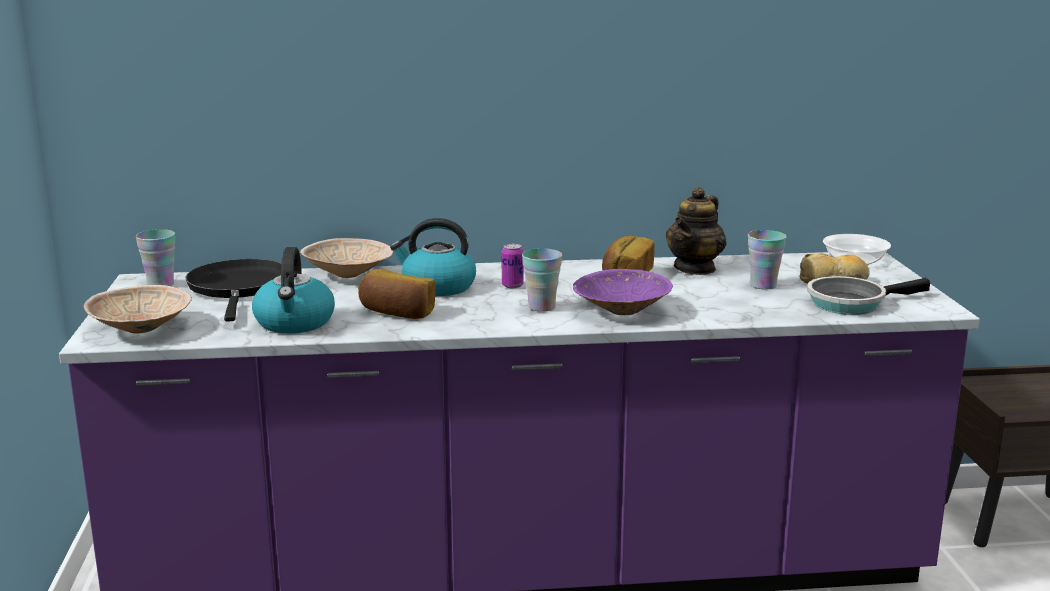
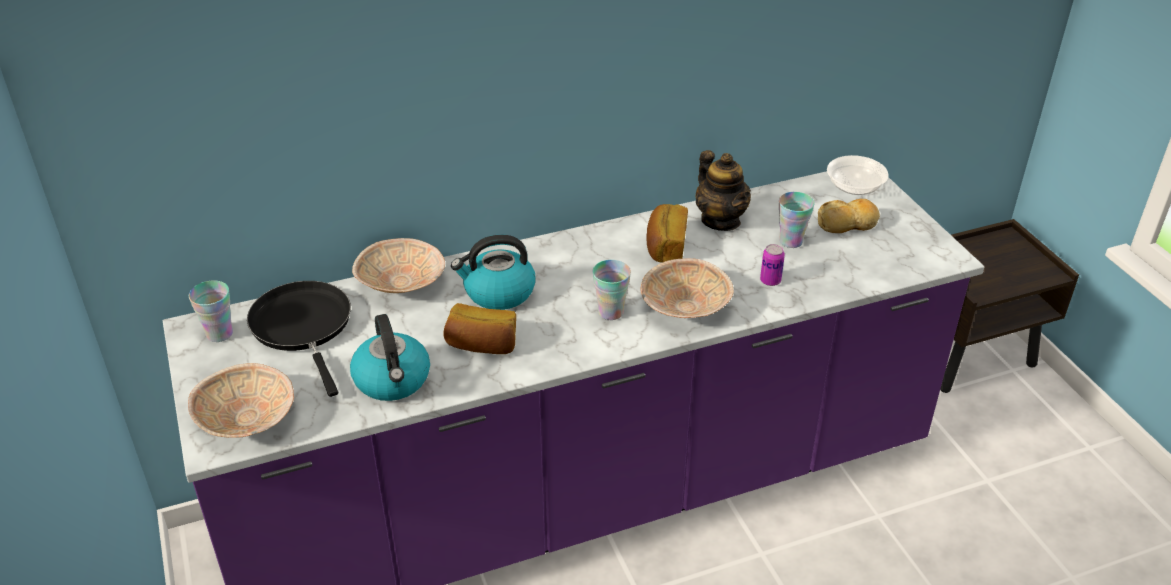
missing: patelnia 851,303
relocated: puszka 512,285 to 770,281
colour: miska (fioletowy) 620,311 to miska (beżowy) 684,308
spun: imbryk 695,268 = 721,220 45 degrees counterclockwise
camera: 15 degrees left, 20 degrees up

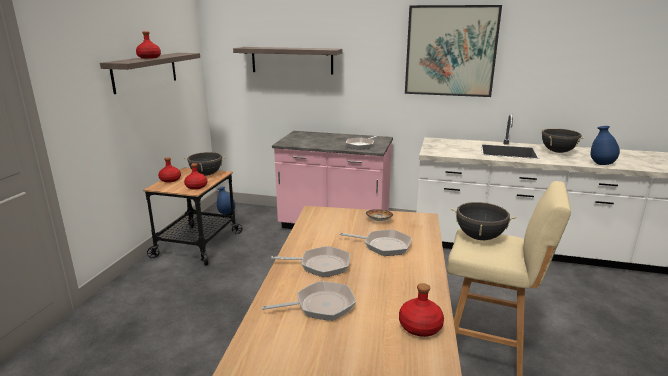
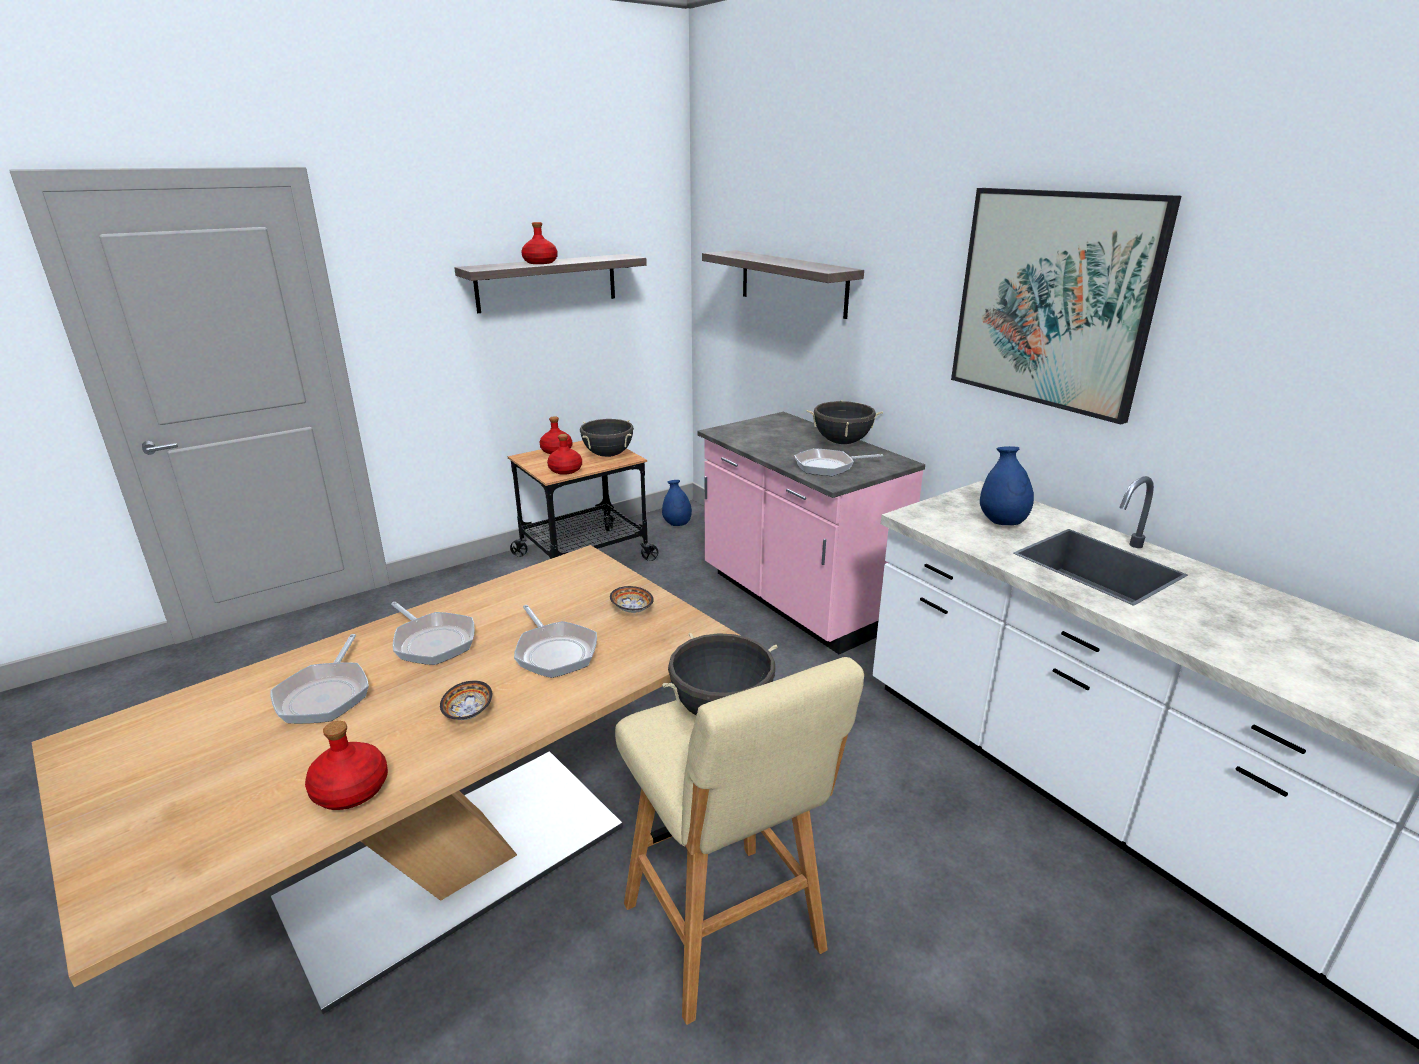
appeared: miska 470,712
relocated: garnek (czarny) 558,152 to 842,442; wazon (niebieski) 602,164 to 1002,523
spun: patelnia 320,306 = 326,694 60 degrees clockwise
camera: 40 degrees right, 5 degrees up

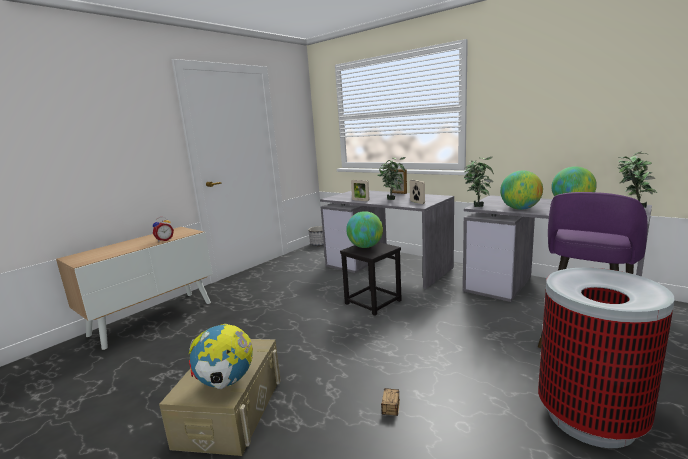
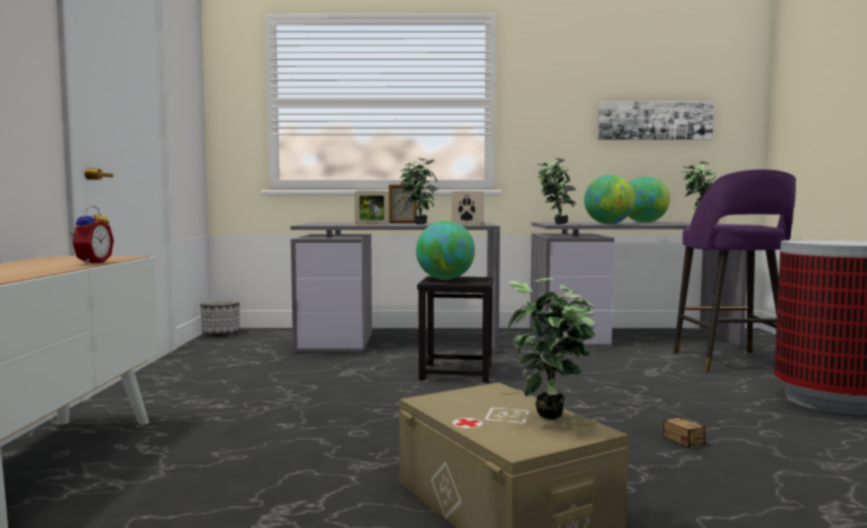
appeared: obraz 654,120
exchanged: globus 226,382 to roślina doniczkowa 552,422
camera: 40 degrees left, 10 degrees down

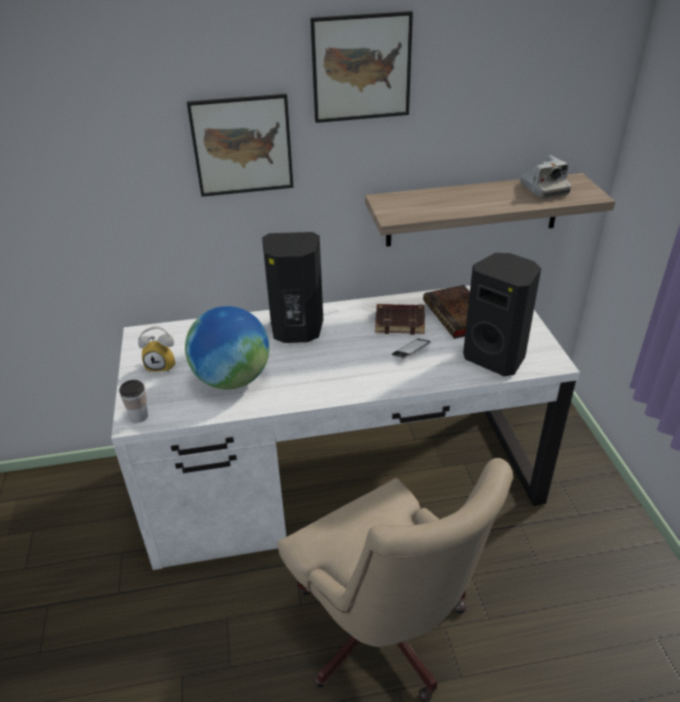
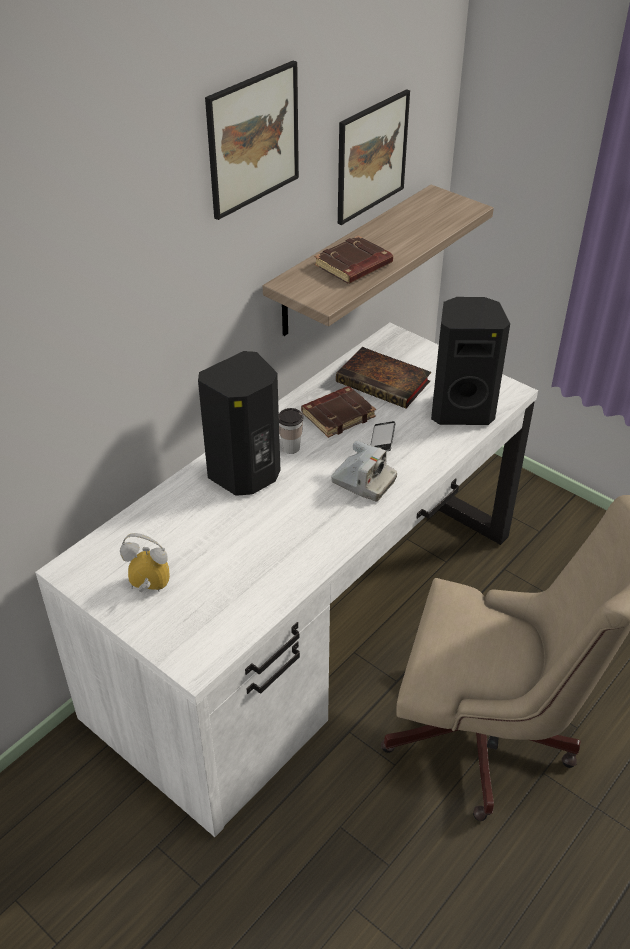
missing: globus 232,379
appeared: książka (brązowy) 354,266
relocated: filiżanka 139,416 to 291,447; obraz 242,145 to 371,156; aparat fotograficzny 543,189 to 363,482
spun: budzik 163,365 = 147,589 135 degrees counterclockwise
camera: 40 degrees left, 5 degrees up

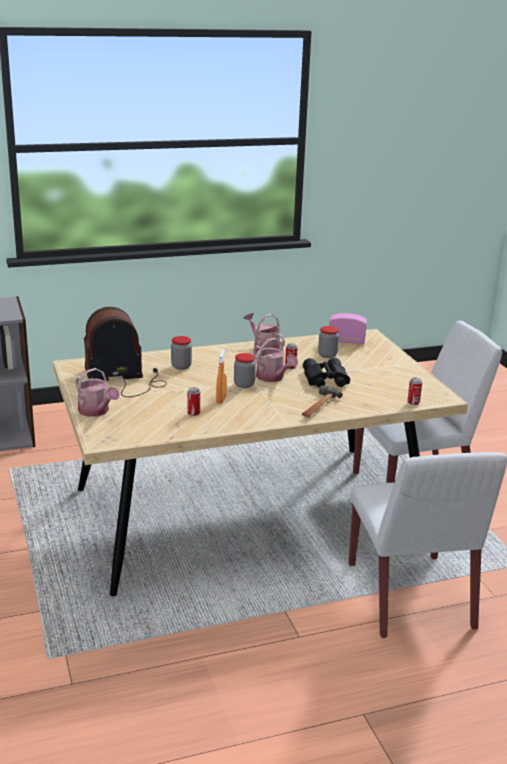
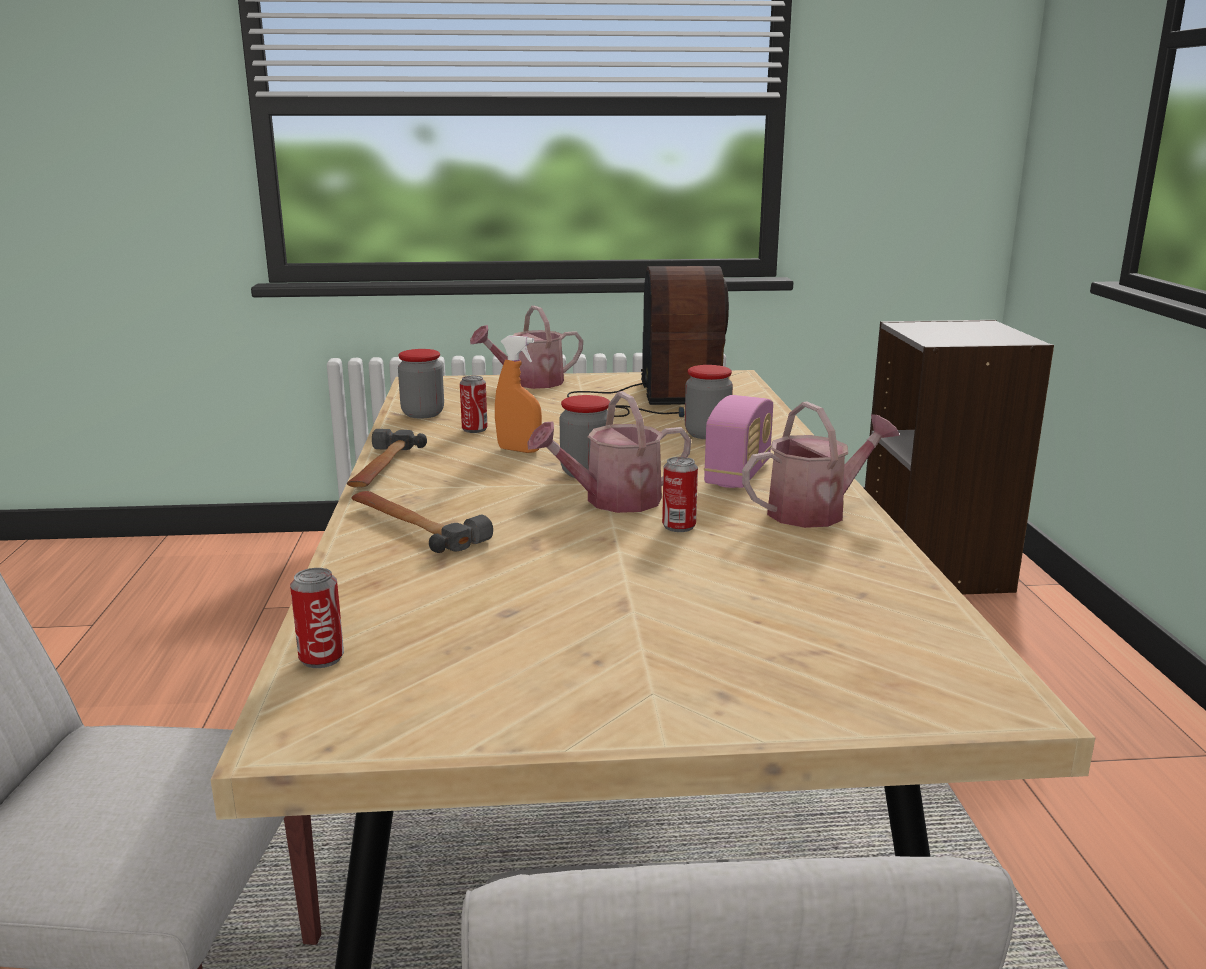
missing: lornetka (czarny) 324,380
appeared: młotek 381,469
relocated: słoik 327,355 to 423,414; radio 346,341 to 738,474
camera: 105 degrees right, 5 degrees down

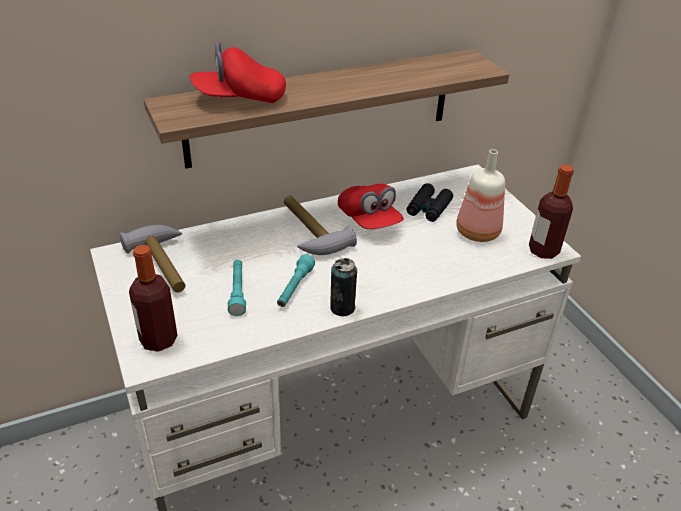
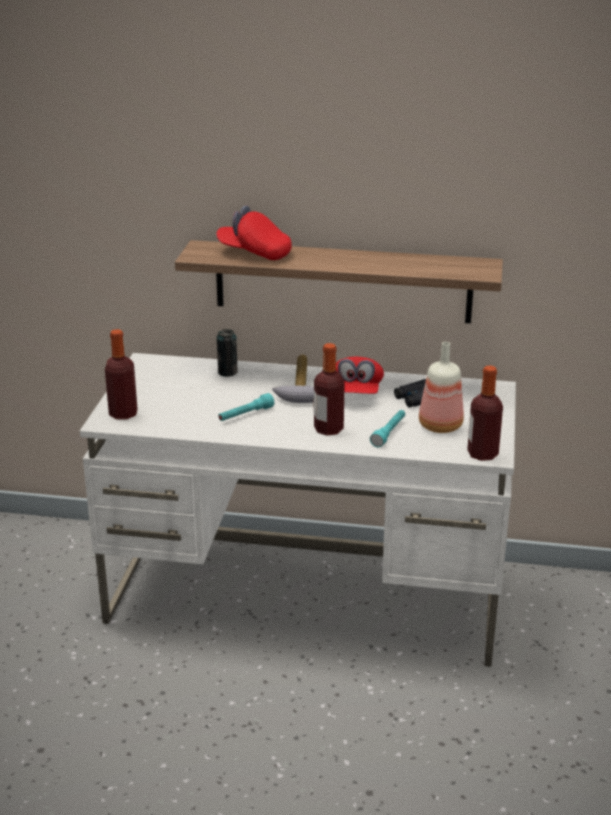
missing: młotek 164,264
appeared: butelka 328,429
relocated: latarka (turkusowy) 237,292 to 389,433; puszka 342,308 to 227,372
camera: 35 degrees right, 10 degrees down

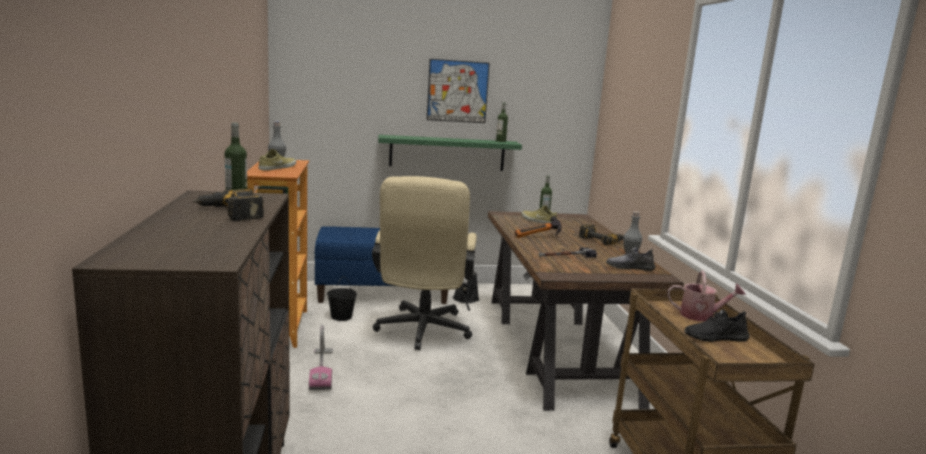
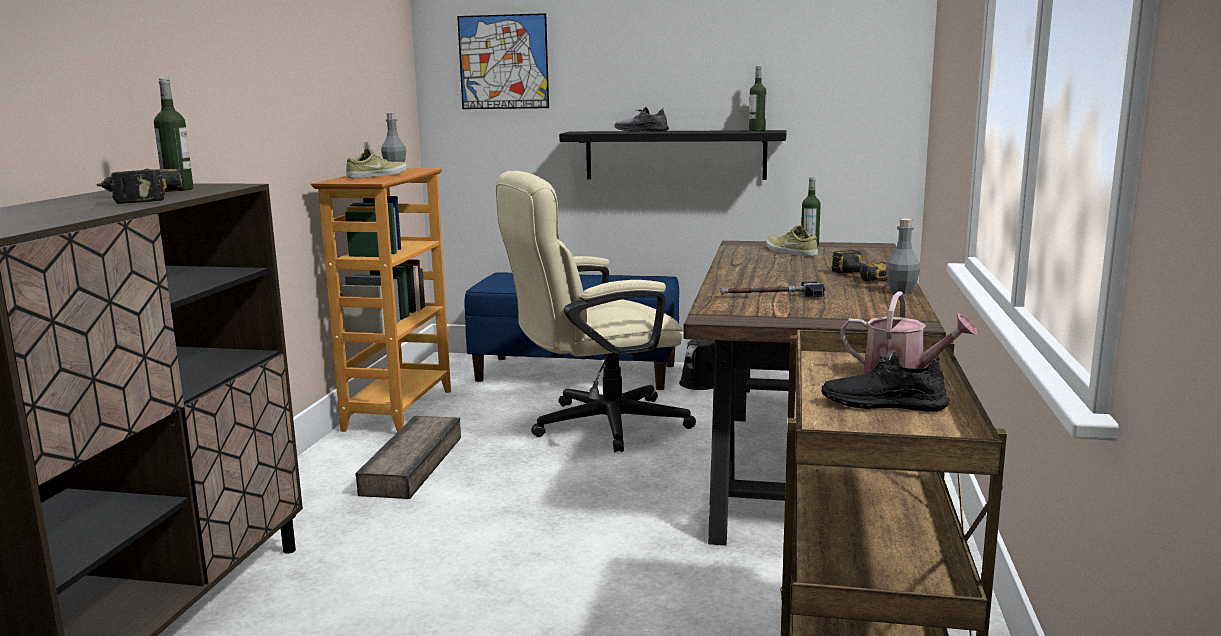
missing: wiadro (czarny) 341,317; młotek 538,238
relocated: obraz 457,91 to 503,62; but (szary) 629,267 to 641,131
exchanged: odkurzacz 322,370 to skrzynka 415,464
colour: półka (zielony) 447,153 to półka (czarny) 675,155
spun: krzesło biurowe (beżowy) 422,332 = 595,426 45 degrees clockwise
camera: 20 degrees right, 0 degrees up

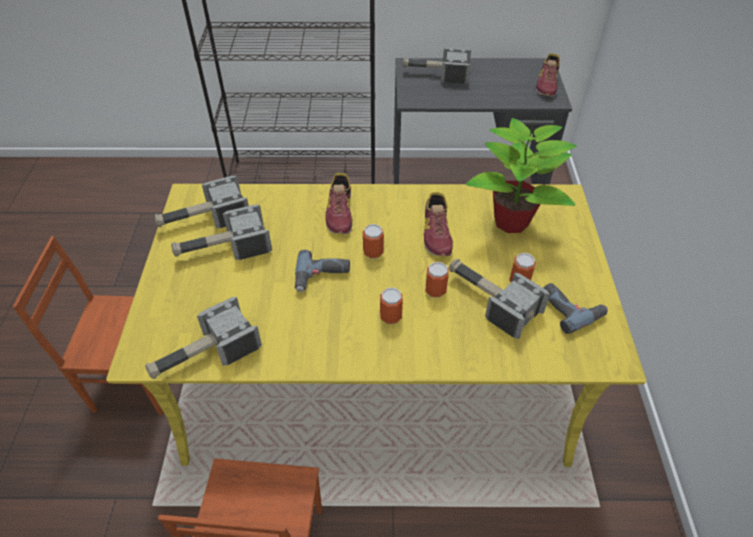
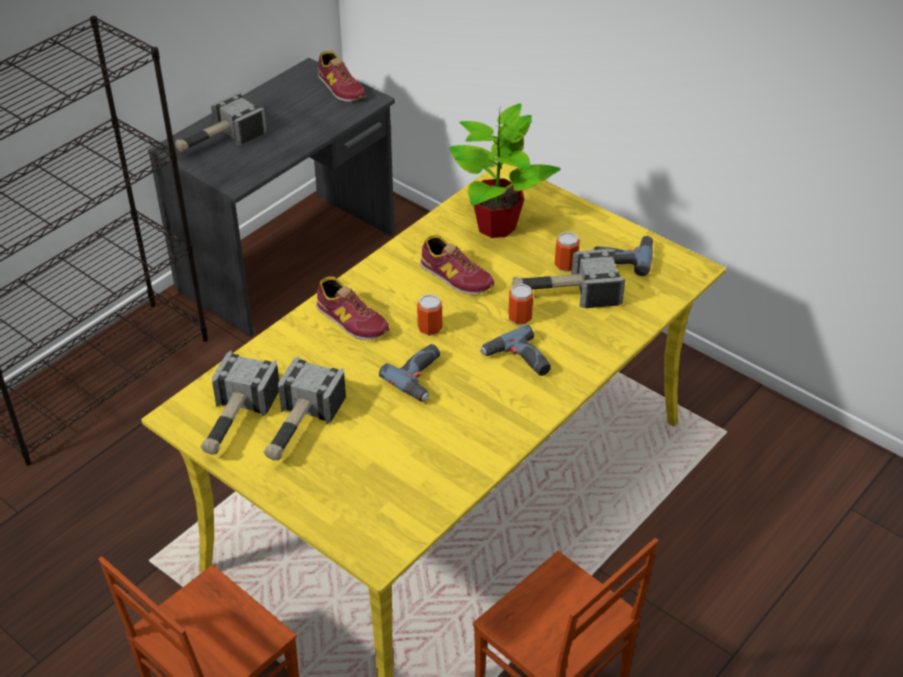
missing: młotek 203,355
exchanged: puszka 390,316 to wiertarka 517,361
camera: 50 degrees left, 5 degrees down

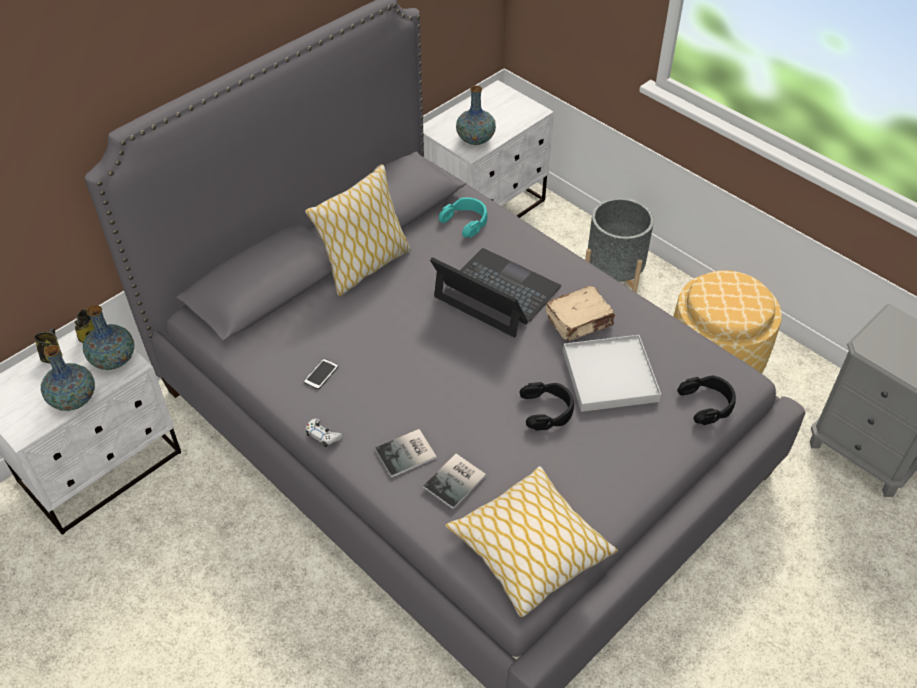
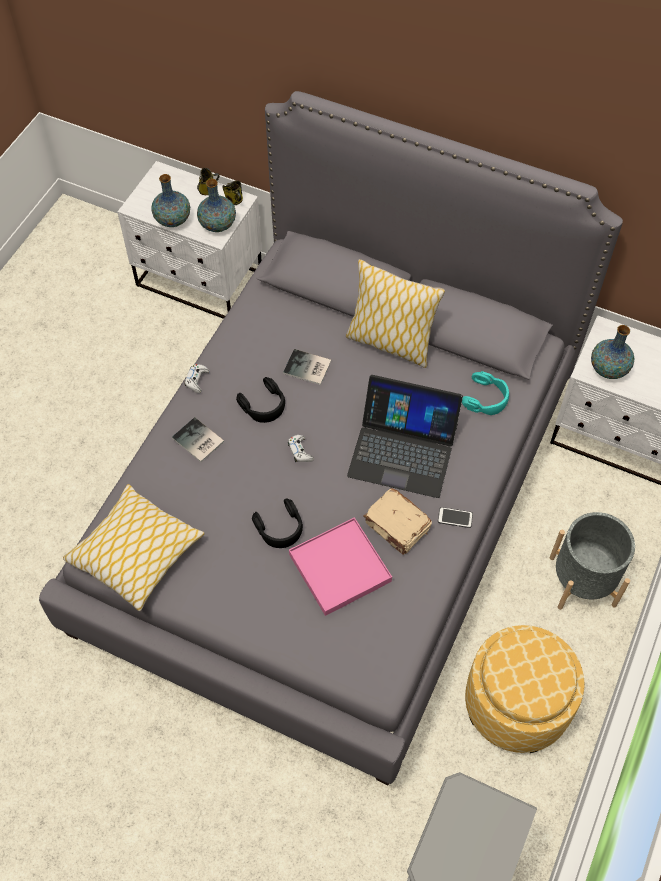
appeared: pad do gier (biały) 300,451
relocated: telefon 321,374 to 455,518; książka 457,481 to 308,369; słuchawki (czarny) 707,404 to 264,405
colour: taca (biały) 609,376 to taca (różowy) 339,568
spun: laptop 496,293 = 403,450 90 degrees clockwise
camera: 70 degrees right, 10 degrees up

